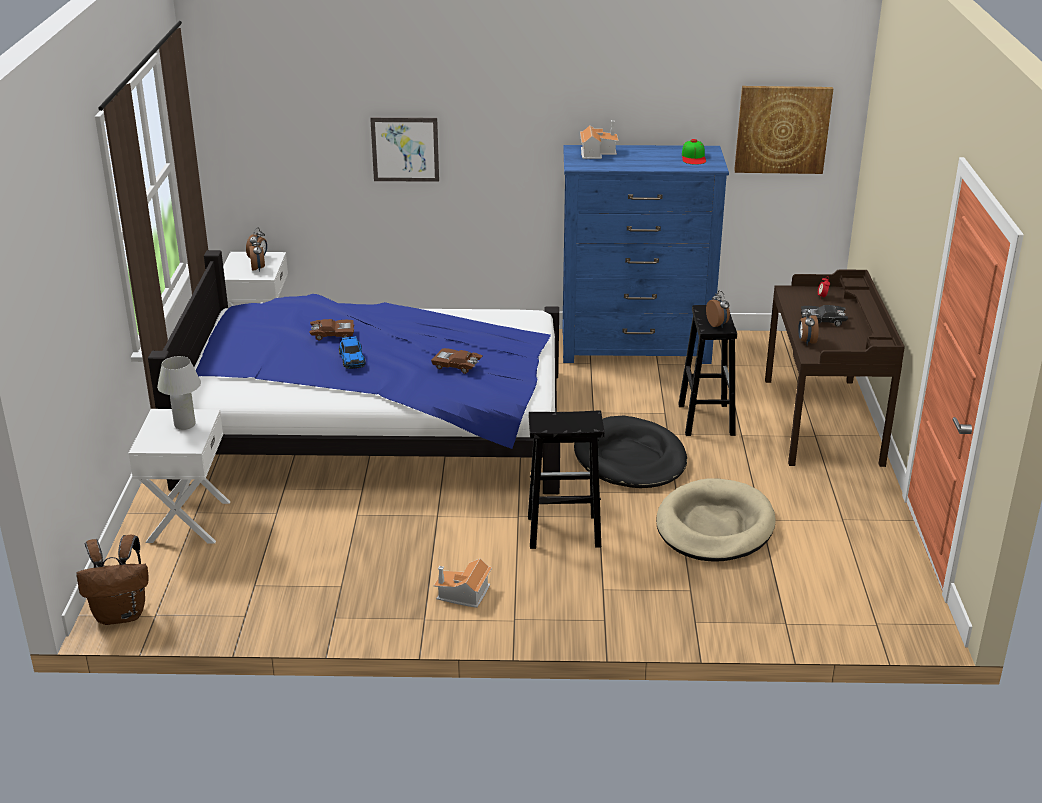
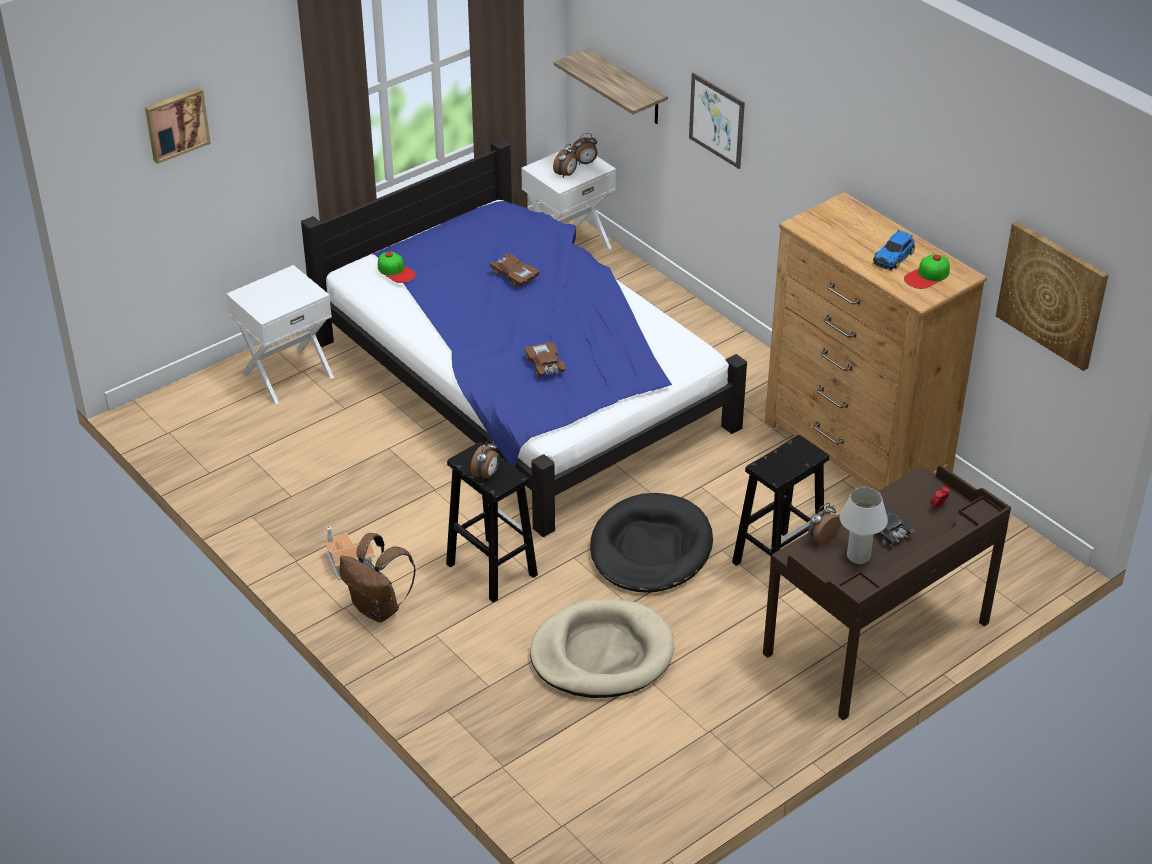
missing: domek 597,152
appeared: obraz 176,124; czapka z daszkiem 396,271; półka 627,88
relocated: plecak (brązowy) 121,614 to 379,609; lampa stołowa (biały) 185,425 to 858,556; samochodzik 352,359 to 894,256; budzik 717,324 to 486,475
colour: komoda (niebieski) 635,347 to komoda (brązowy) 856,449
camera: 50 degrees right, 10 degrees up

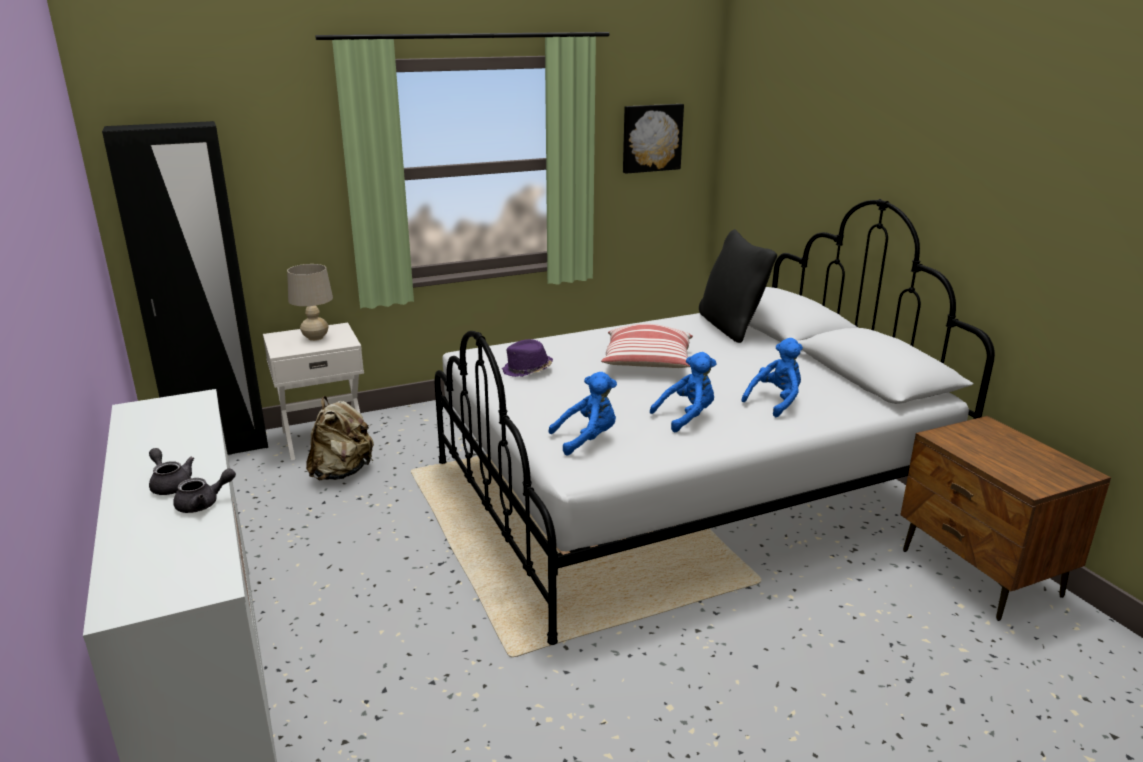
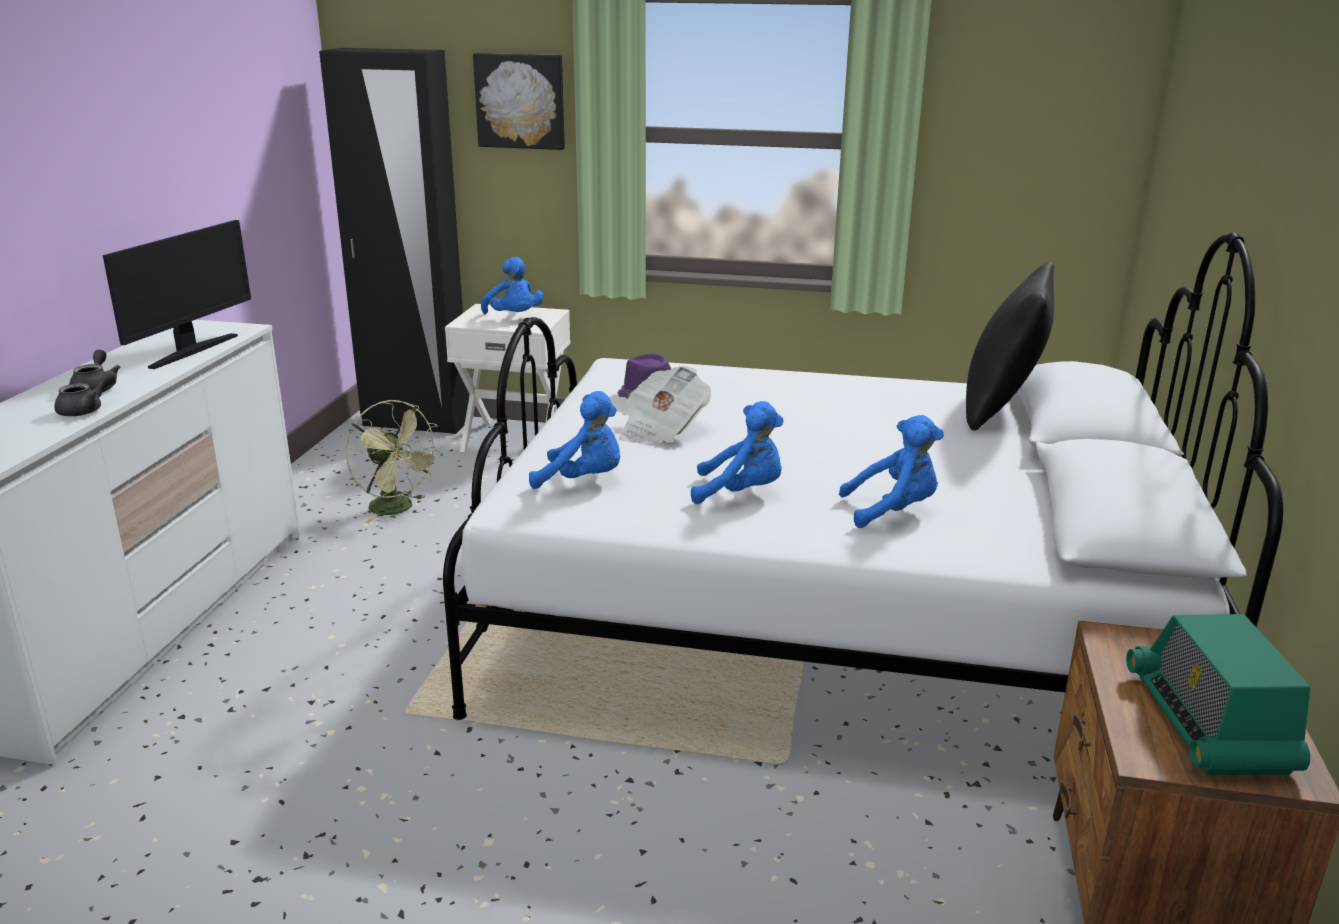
missing: plecak (beżowy) 342,472; poduszka 647,364
appeared: monitor 191,351; wentylator (zielony) 398,509; gazeta 661,430; radio 1208,723
relocated: obraz 651,138 to 521,101
exchanged: lampa stołowa (beżowy) 315,338 to pluszak (niebieski) 514,317
spun: imbryk (szary) 204,504 = 87,409 60 degrees counterclockwise
camera: 35 degrees right, 0 degrees up

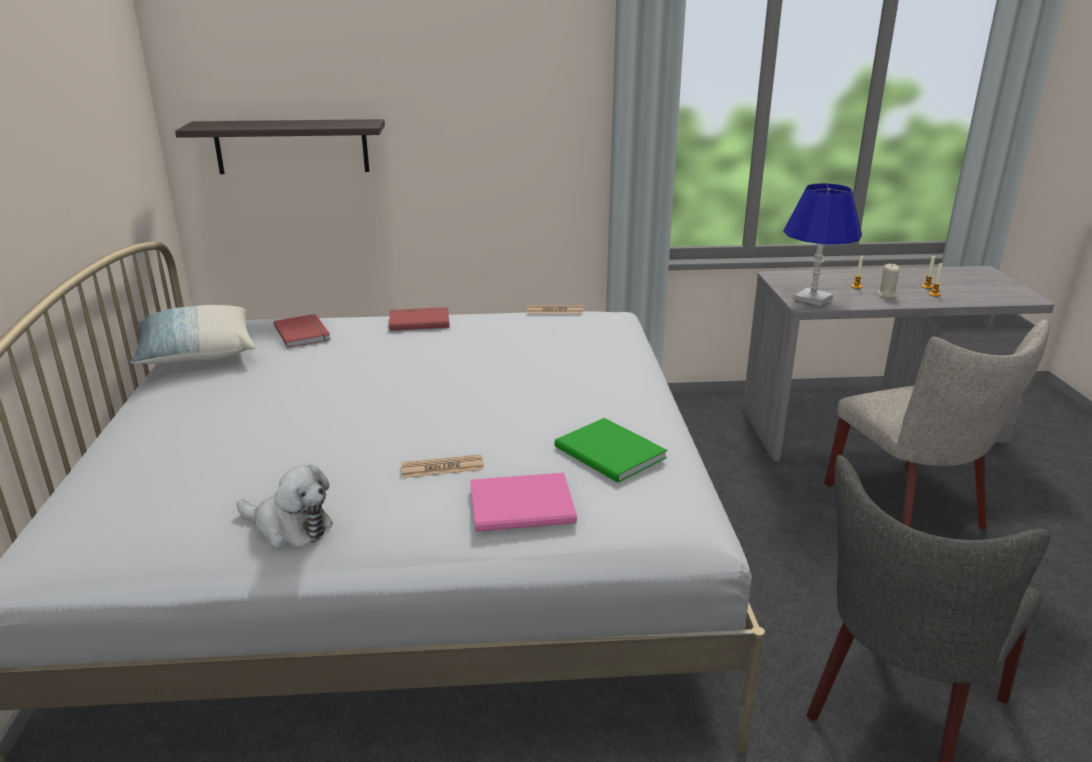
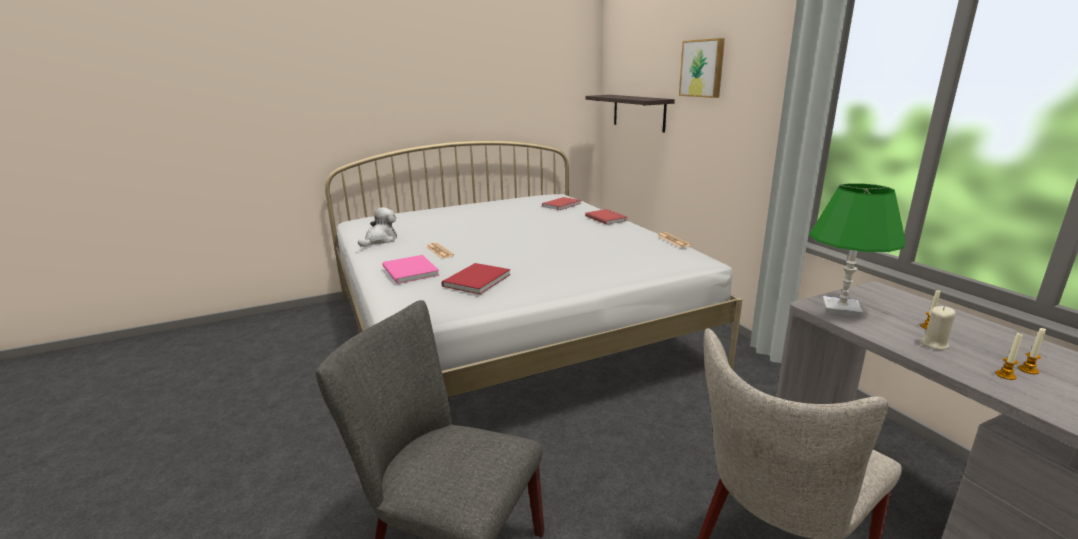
missing: poduszka 197,354
appeared: obraz 703,68
colour: książka (zielony) 610,454 to książka (czerwony) 474,280; lampa stołowa (niebieski) 812,298 to lampa stołowa (zielony) 841,308
spun: pluszak 289,527 = 380,240 150 degrees counterclockwise
camera: 70 degrees right, 5 degrees down

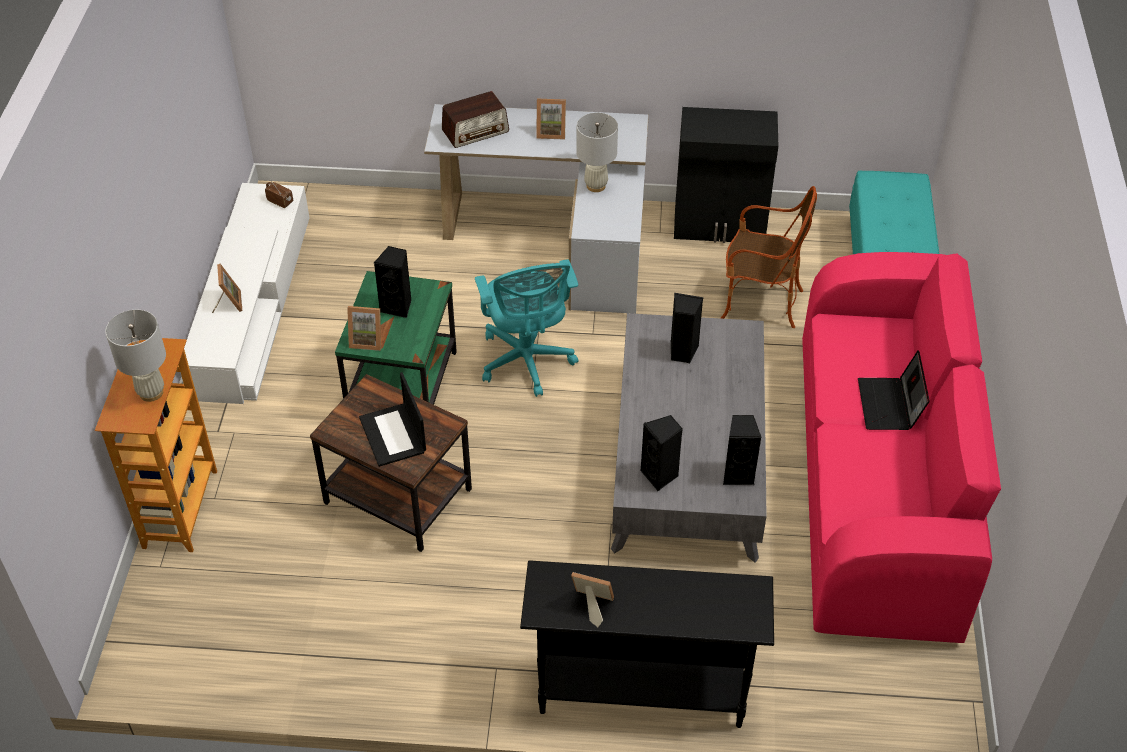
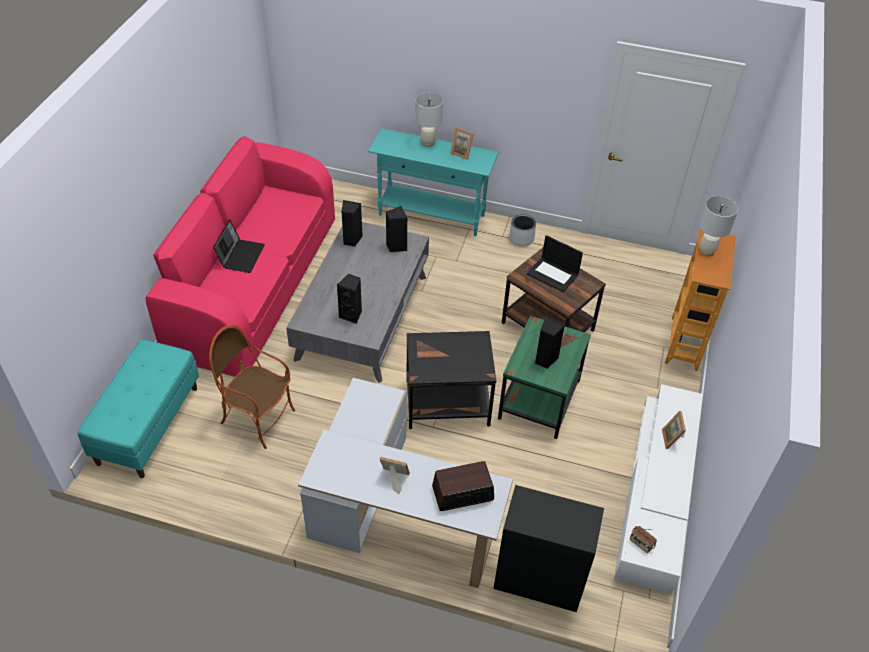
missing: ramka na zdjęcie 367,340
appeared: donica (szary) 521,239
relocated: lampa stołowa (biały) 596,186 to 428,142; szafka (czarny) 720,226 to 539,578
exchanged: krzesło biurowe (turkusowy) 527,362 to stolik (czarny) 447,402
colour: stolik konsolowy (czarny) 640,691 to stolik konsolowy (turkusowy) 431,215
spun: laptop 393,435 = 553,274 135 degrees clockwise
camera: 170 degrees left, 0 degrees up

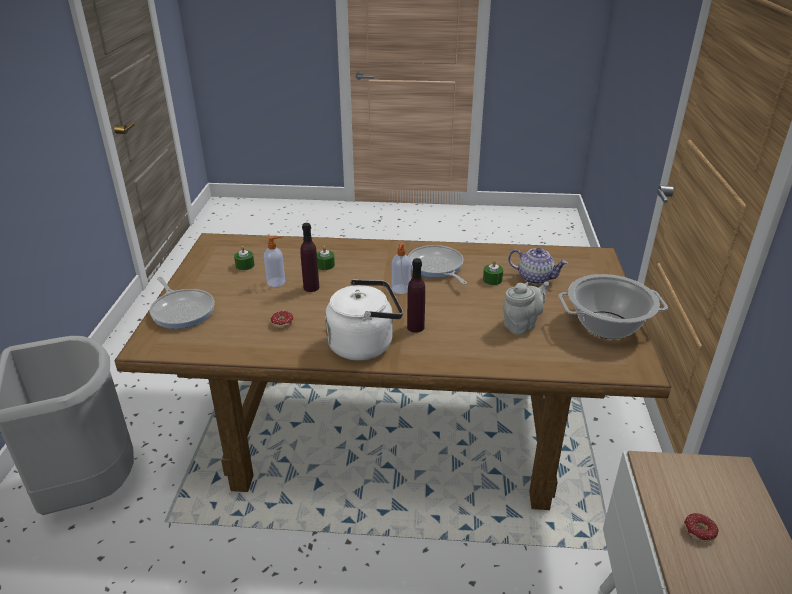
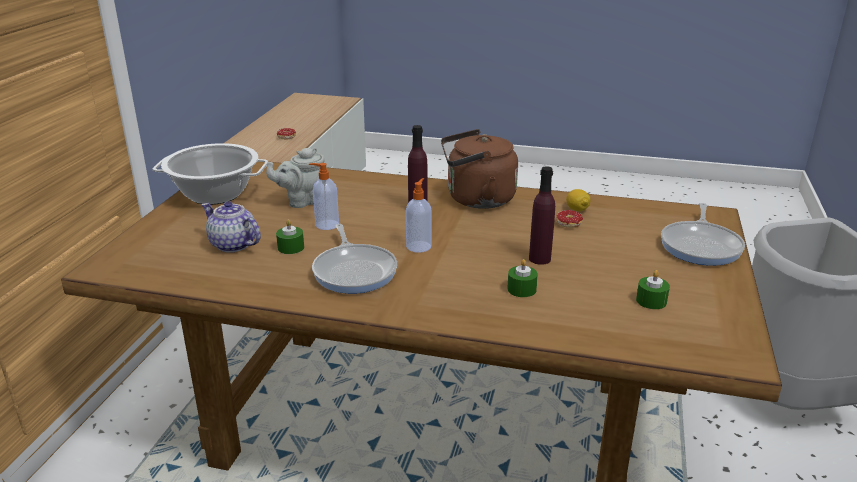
appeared: cytryna 577,209
relocated: dozownik mydła 277,282 to 326,225
colour: czajnik (biały) 364,344 to czajnik (brązowy) 476,199
spun: patelnia 182,310 = 701,246 135 degrees counterclockwise
camera: 170 degrees left, 5 degrees down

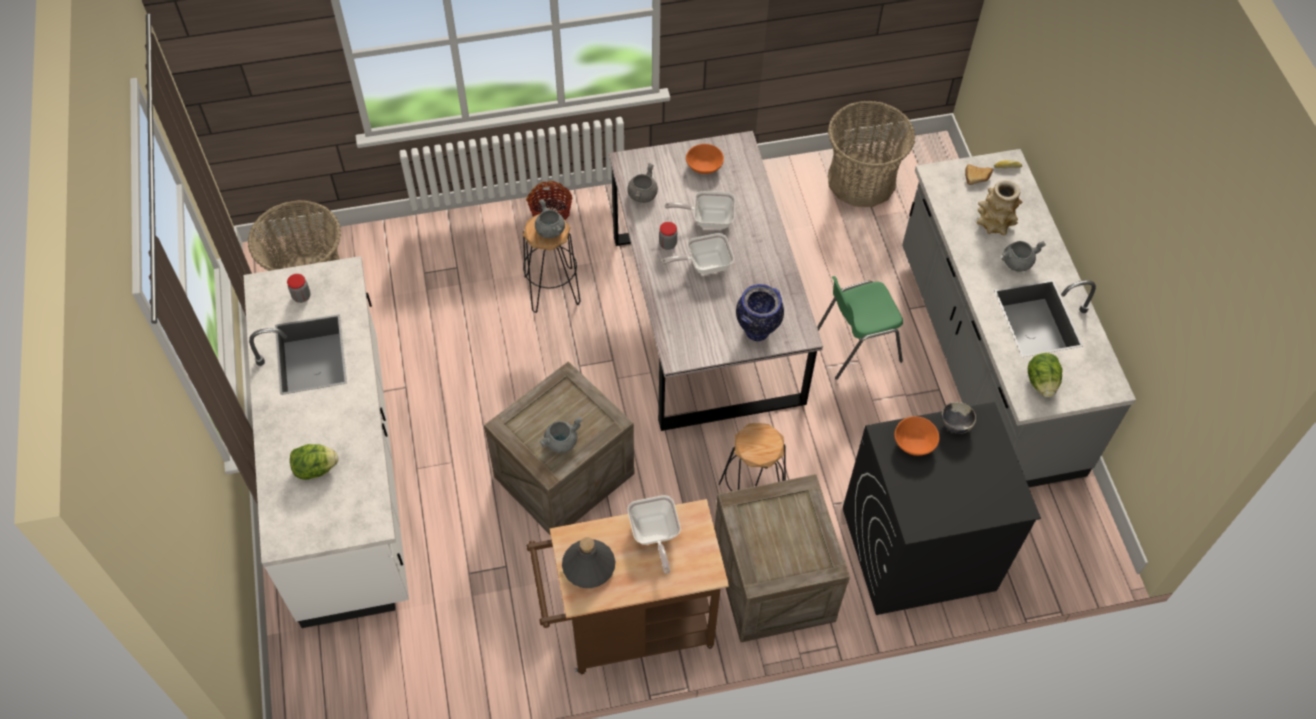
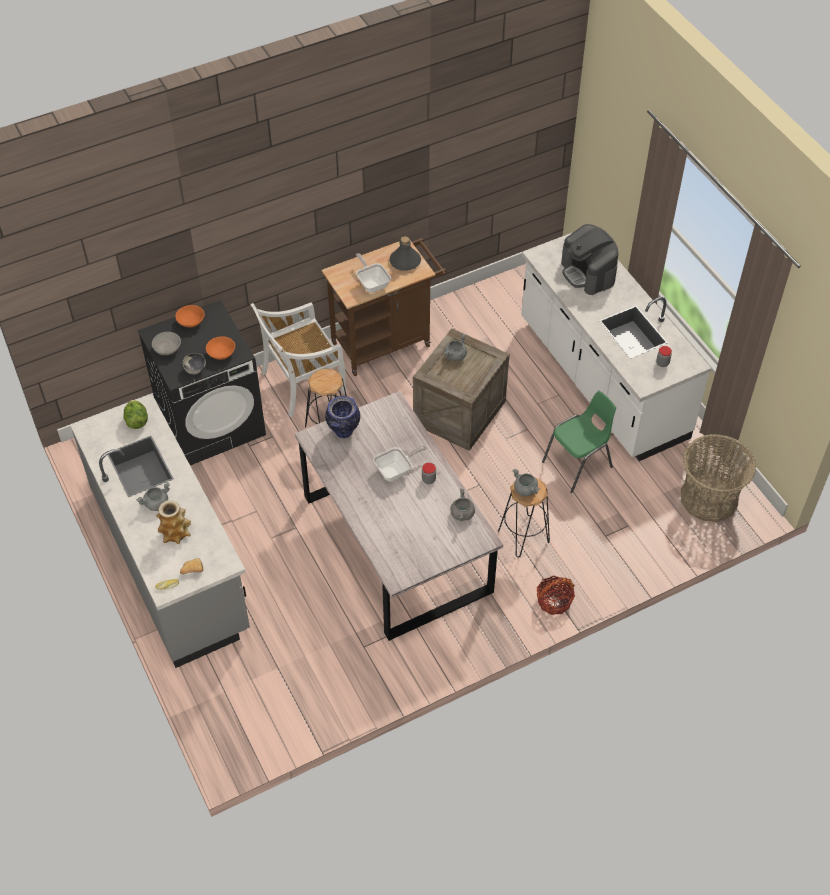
missing: patelnia 708,219; koszyk 862,180
appeared: miska (szary) 167,349
relocated: miska (pomarańczowy) 704,166 to 191,322; krzesło (zielony) 856,346 to 578,465
exchanged: sałata 315,469 to ekspres do kawy 588,273; skrzynka 774,582 to krzesło (biały) 302,384
camera: 165 degrees right, 5 degrees down

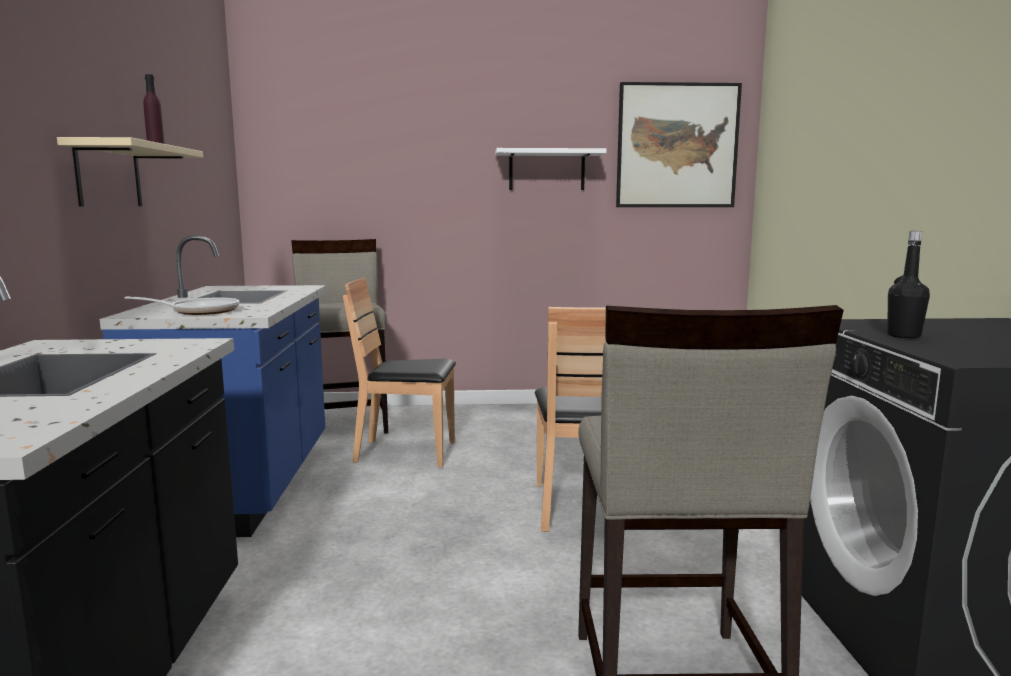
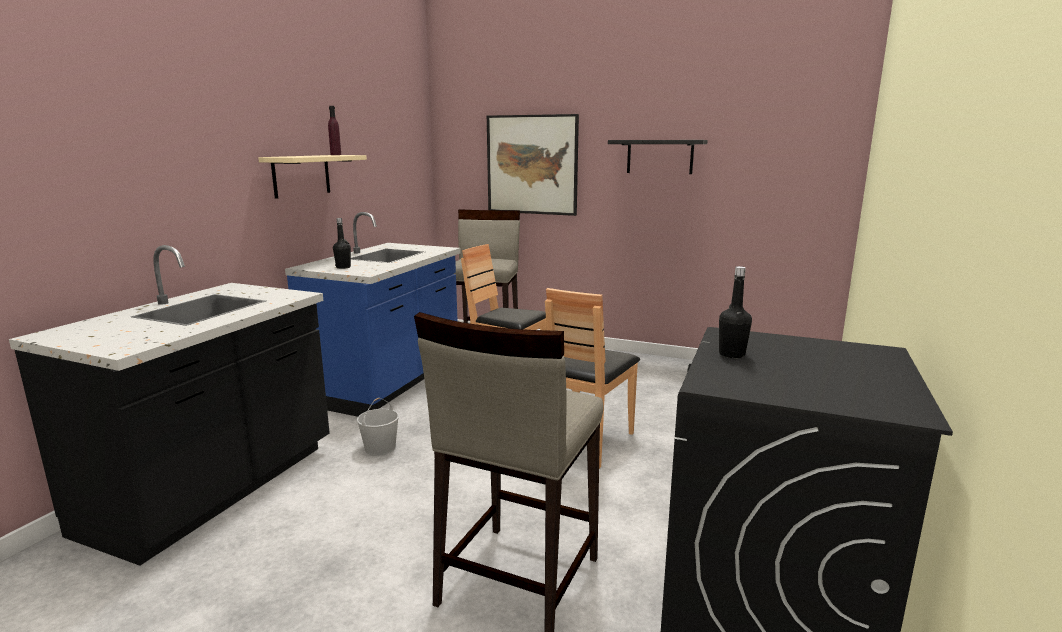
appeared: wiadro (biały) 380,447
relocated: obraz 677,146 to 532,165
exchanged: patelnia 200,311 to butelka (czarny) 343,267
colour: półka (biały) 546,170 to półka (czarny) 660,156
camera: 25 degrees right, 5 degrees up

